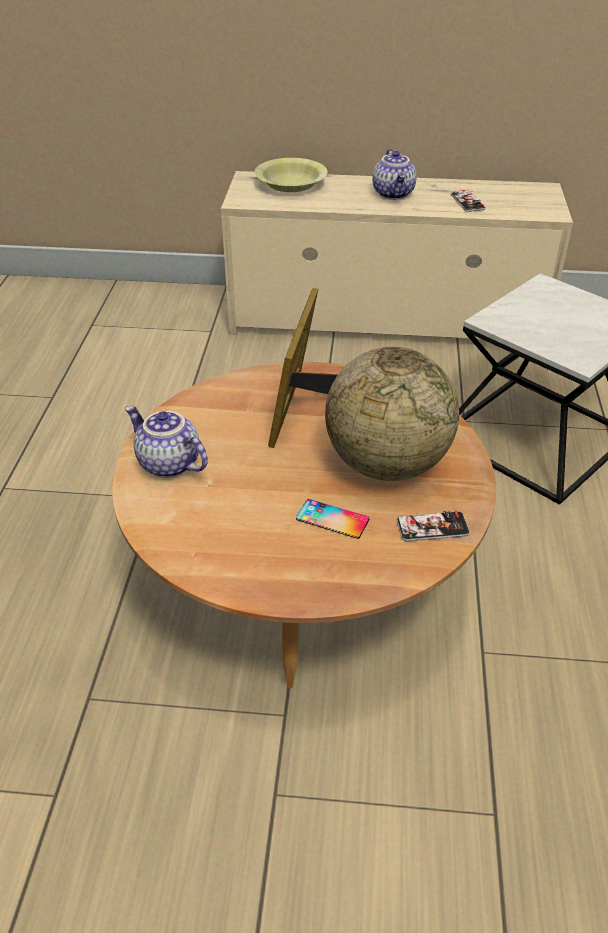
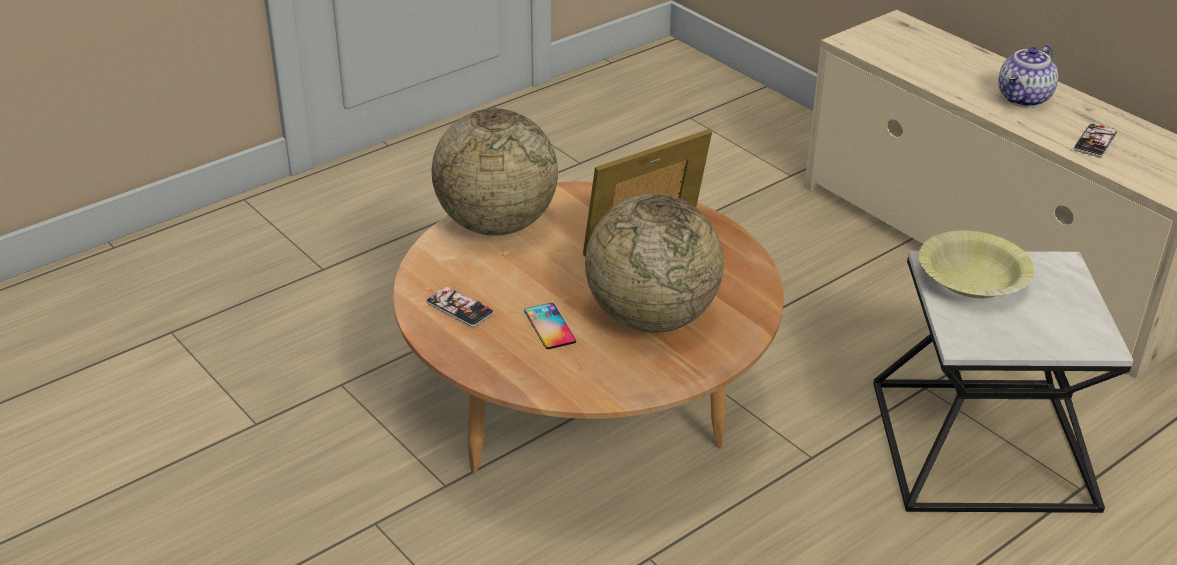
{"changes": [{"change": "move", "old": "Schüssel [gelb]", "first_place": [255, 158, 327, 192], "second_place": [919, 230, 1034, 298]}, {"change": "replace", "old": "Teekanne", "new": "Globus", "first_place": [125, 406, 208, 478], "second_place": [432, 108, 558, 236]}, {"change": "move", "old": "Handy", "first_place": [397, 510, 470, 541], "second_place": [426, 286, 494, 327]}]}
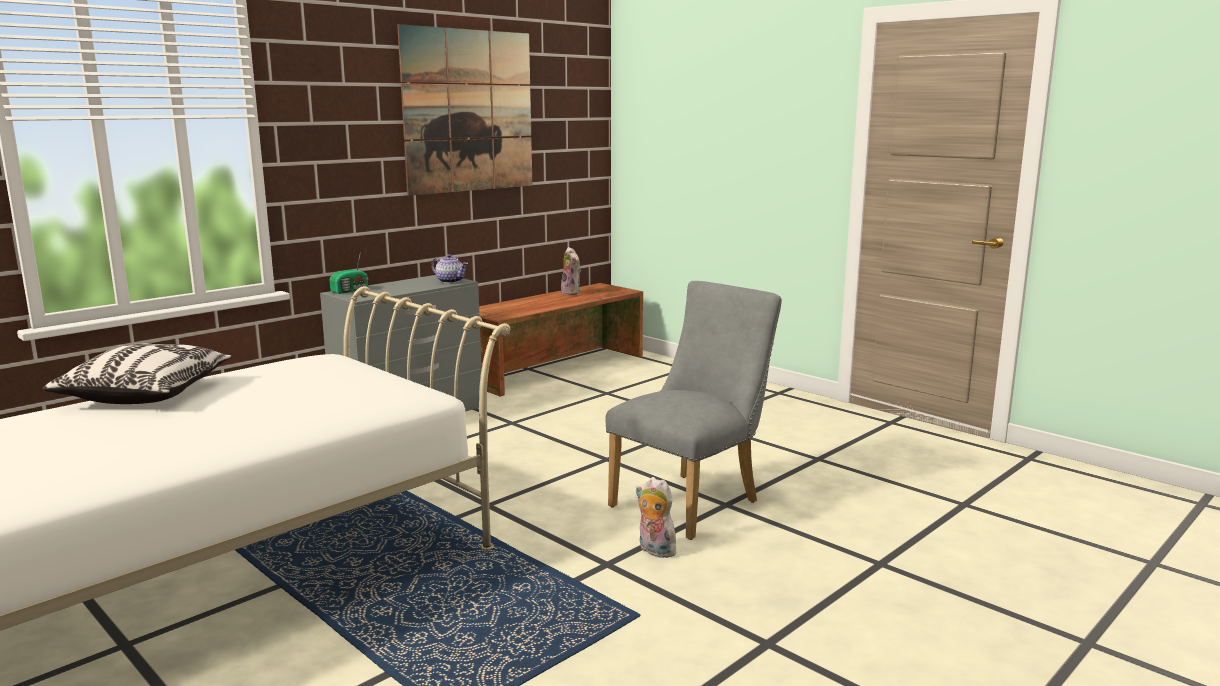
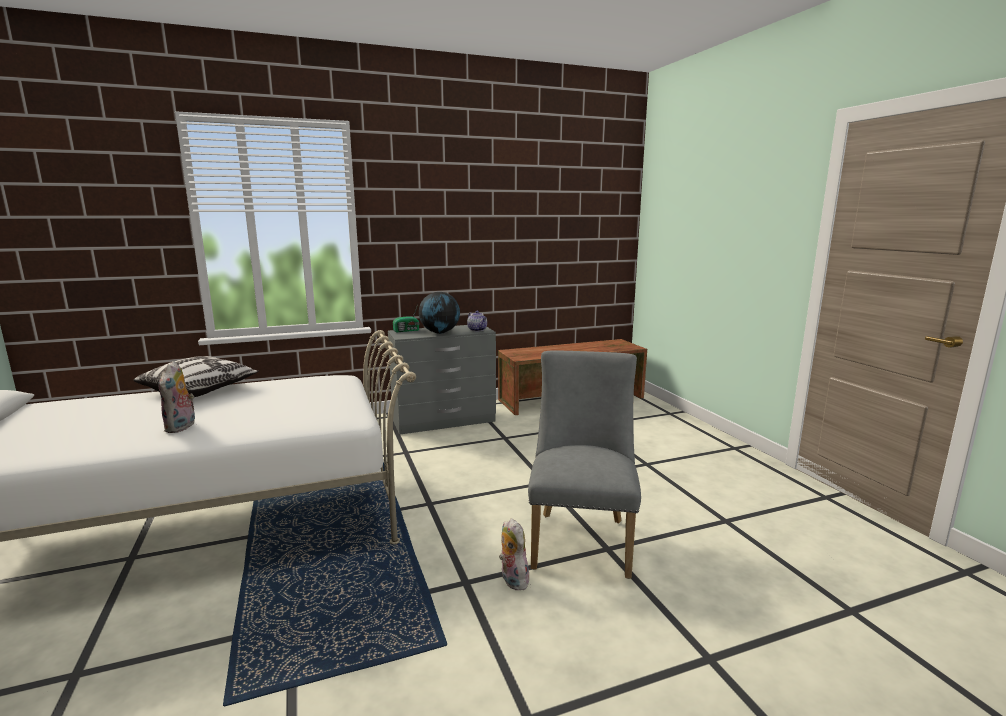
{"changes": [{"change": "delete", "old": "Bild", "first_place": [397, 24, 532, 196]}, {"change": "move", "old": "Plüschtier", "first_place": [560, 247, 581, 295], "second_place": [158, 361, 195, 433]}, {"change": "rotate", "old": "Stuhl [grau]", "first_place": [605, 281, 782, 540], "second_place": [528, 350, 641, 579], "degrees": -60}, {"change": "insert", "new": "Globus", "second_place": [419, 292, 460, 334]}]}
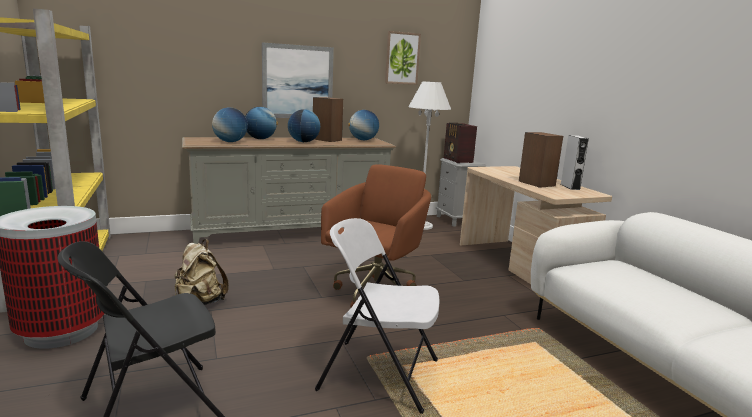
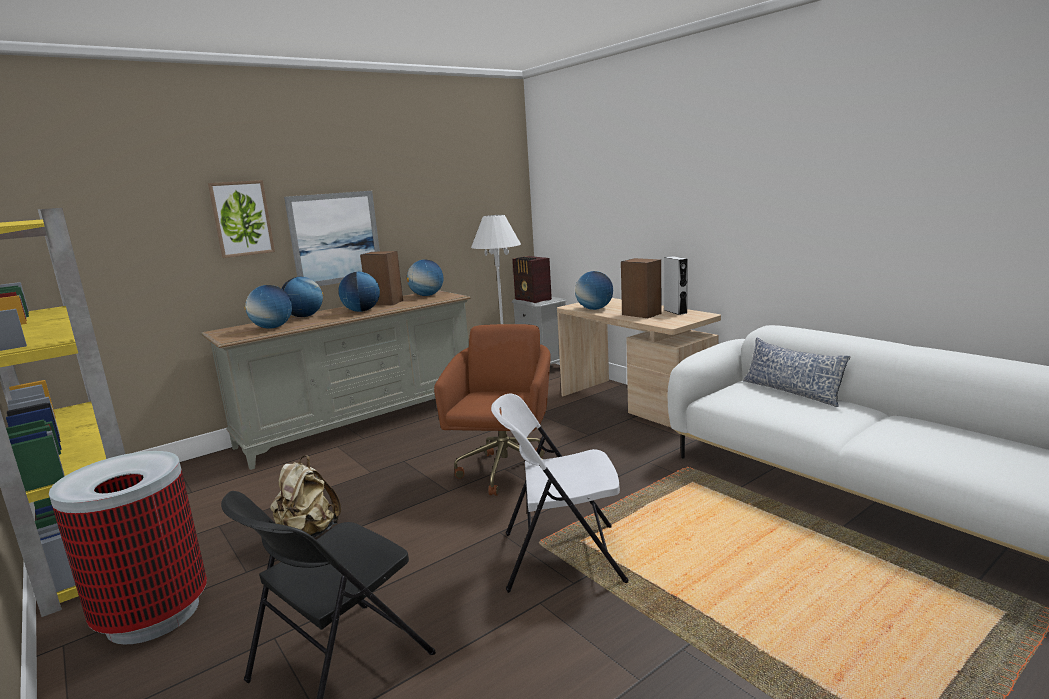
{"changes": [{"change": "move", "old": "Bild", "first_place": [385, 31, 421, 85], "second_place": [208, 180, 275, 258]}, {"change": "insert", "new": "Globus", "second_place": [575, 271, 613, 310]}, {"change": "insert", "new": "Kissen", "second_place": [743, 338, 851, 407]}]}
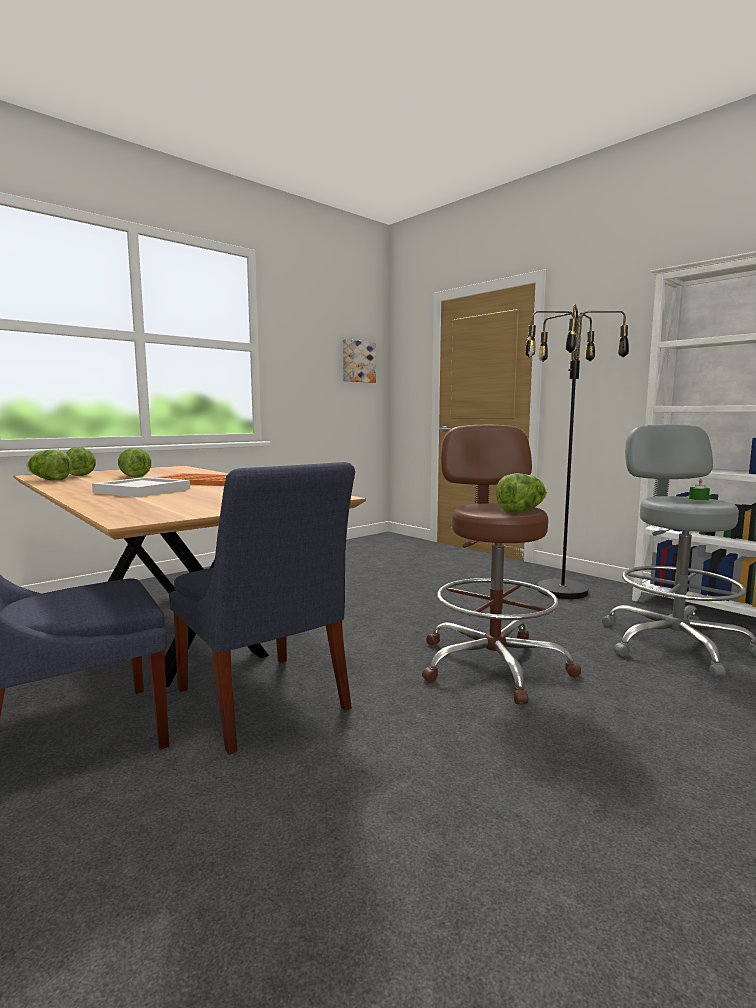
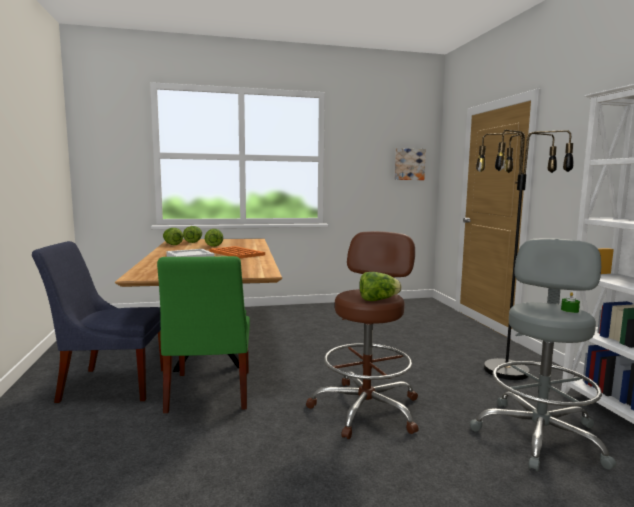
{"changes": [{"change": "recolor", "old": "Stuhl [blau]", "new": "Stuhl [grün]", "first_place": [169, 462, 355, 755], "second_place": [157, 256, 250, 413]}]}
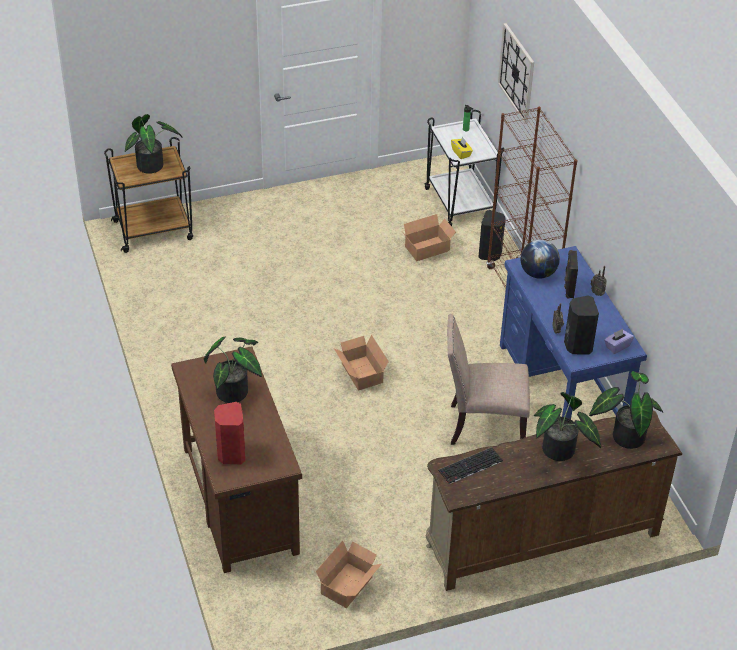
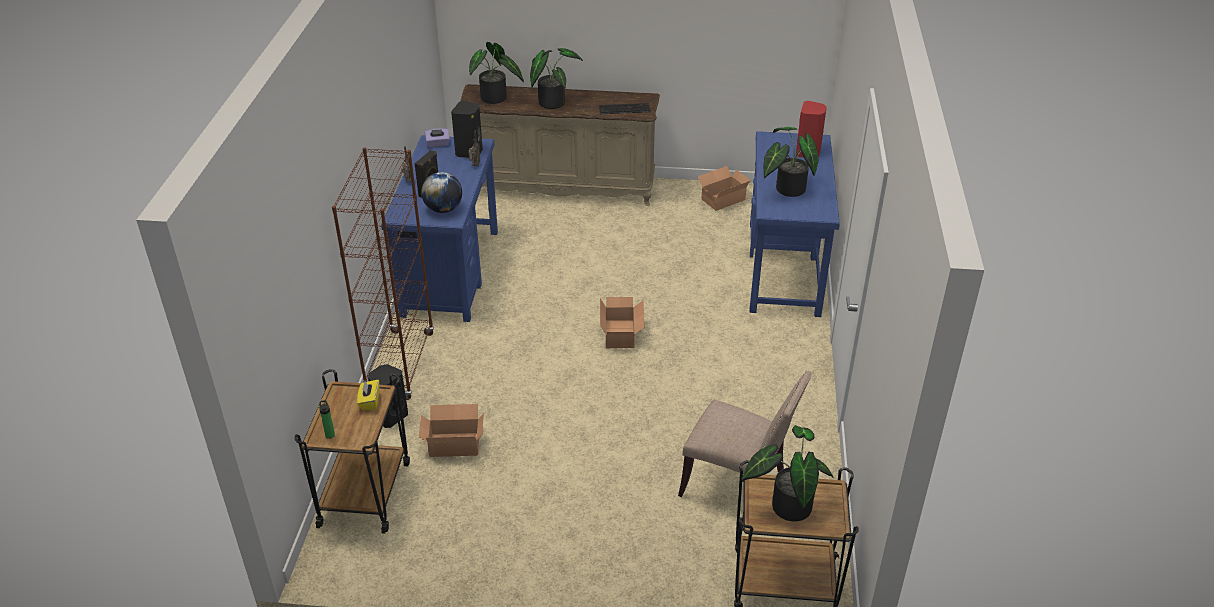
{"changes": [{"change": "delete", "old": "Wanduhr", "first_place": [498, 23, 534, 124]}, {"change": "recolor", "old": "Rollwagen [weiß]", "new": "Rollwagen [braun]", "first_place": [424, 110, 504, 226], "second_place": [294, 369, 410, 534]}, {"change": "move", "old": "Stuhl [beige]", "first_place": [447, 314, 530, 445], "second_place": [678, 371, 812, 497]}, {"change": "recolor", "old": "Schreibtisch [braun]", "new": "Schreibtisch [blau]", "first_place": [171, 346, 302, 573], "second_place": [750, 131, 840, 317]}]}
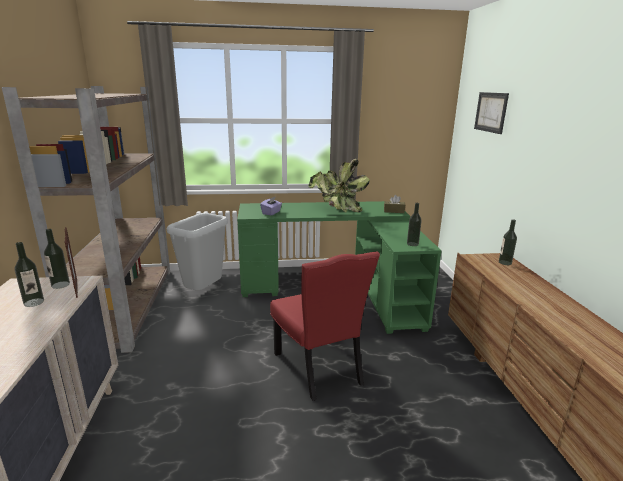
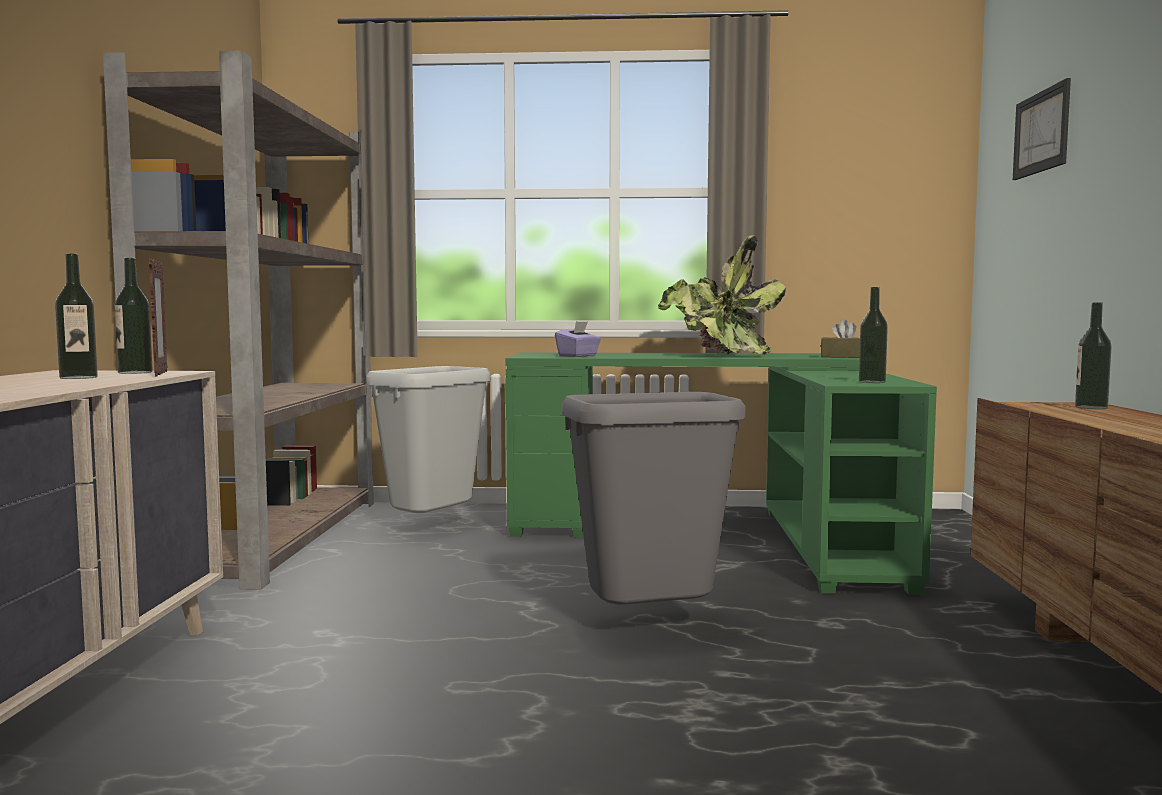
{"changes": [{"change": "replace", "old": "Stuhl [rot]", "new": "Mülleimer [grau]", "first_place": [270, 252, 380, 401], "second_place": [562, 392, 746, 605]}]}
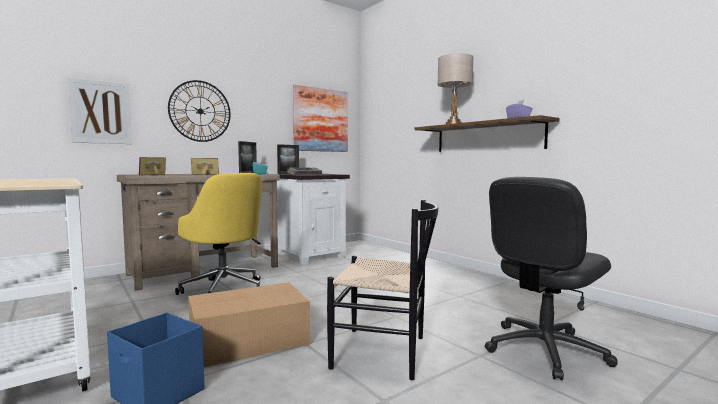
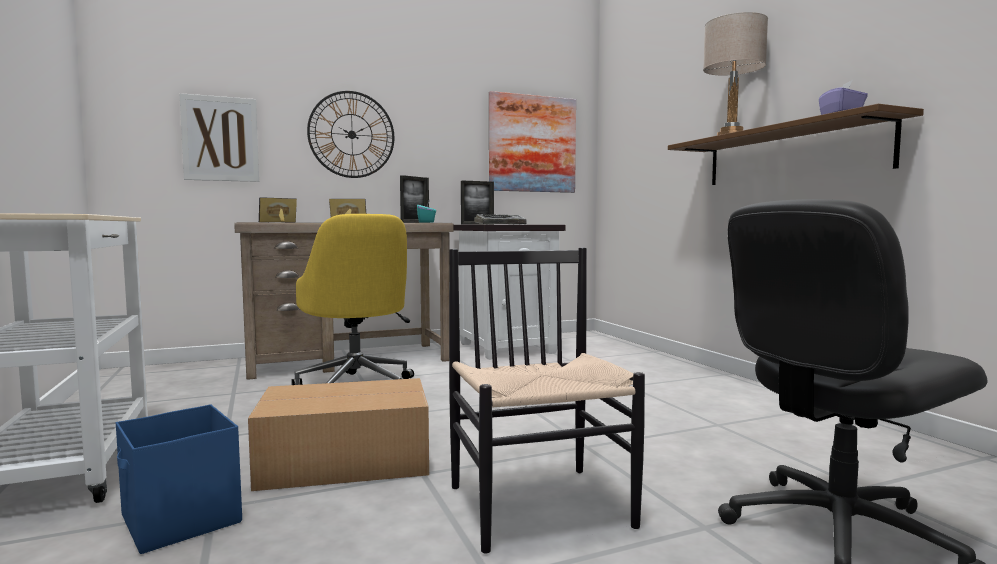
{"changes": [{"change": "rotate", "old": "Stuhl [schwarz]", "first_place": [327, 200, 439, 380], "second_place": [449, 247, 645, 554], "degrees": -135}]}
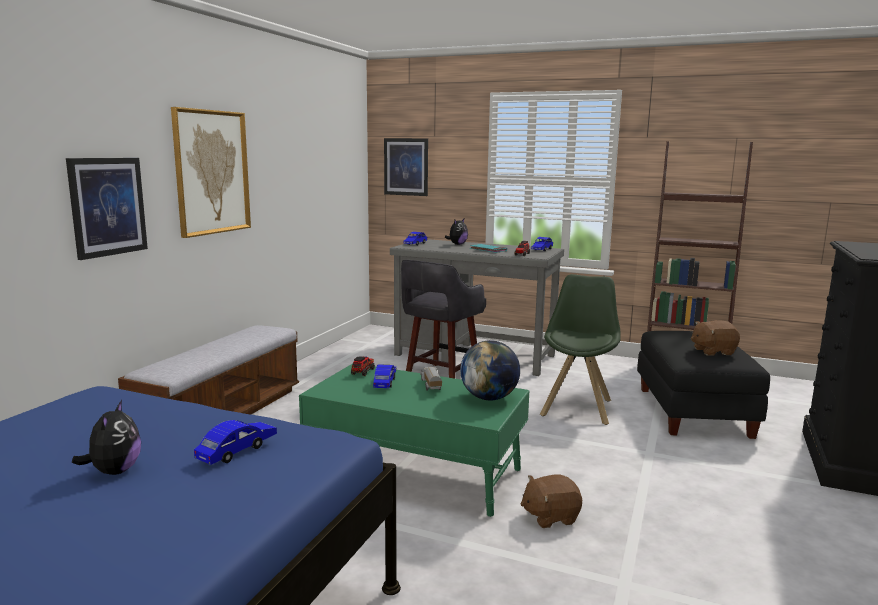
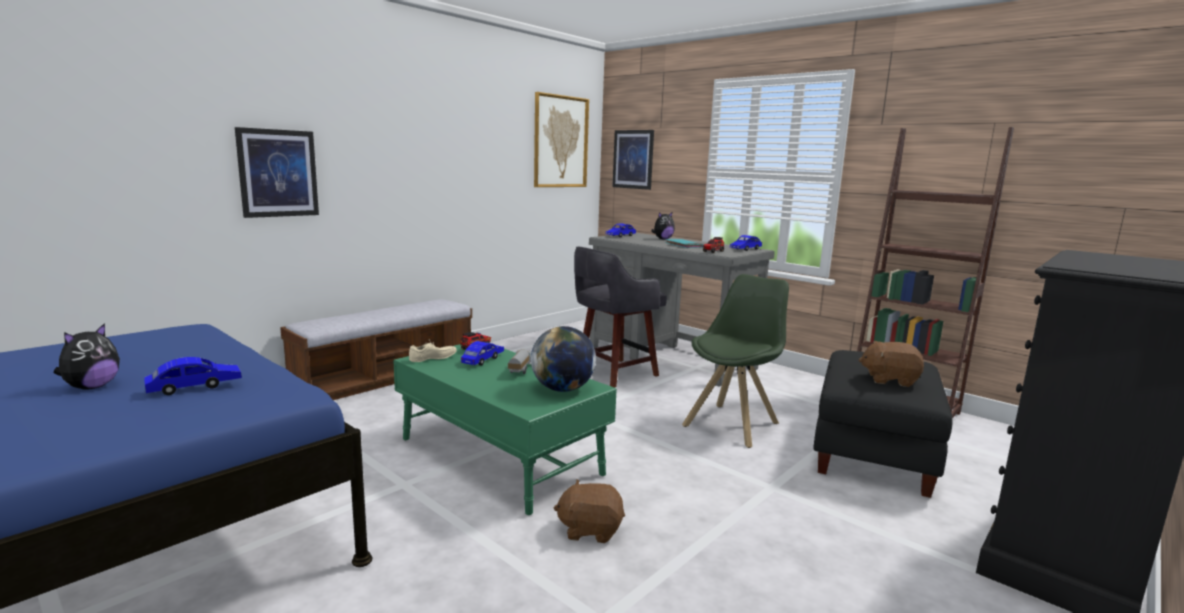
{"changes": [{"change": "move", "old": "Bild", "first_place": [171, 107, 251, 238], "second_place": [534, 92, 589, 187]}, {"change": "insert", "new": "Schuh [beige]", "second_place": [409, 340, 457, 362]}]}
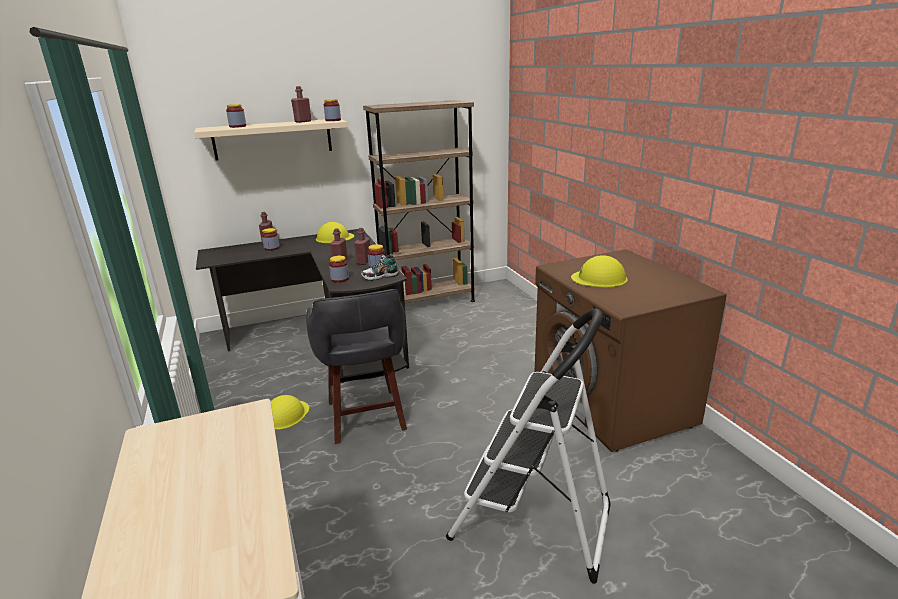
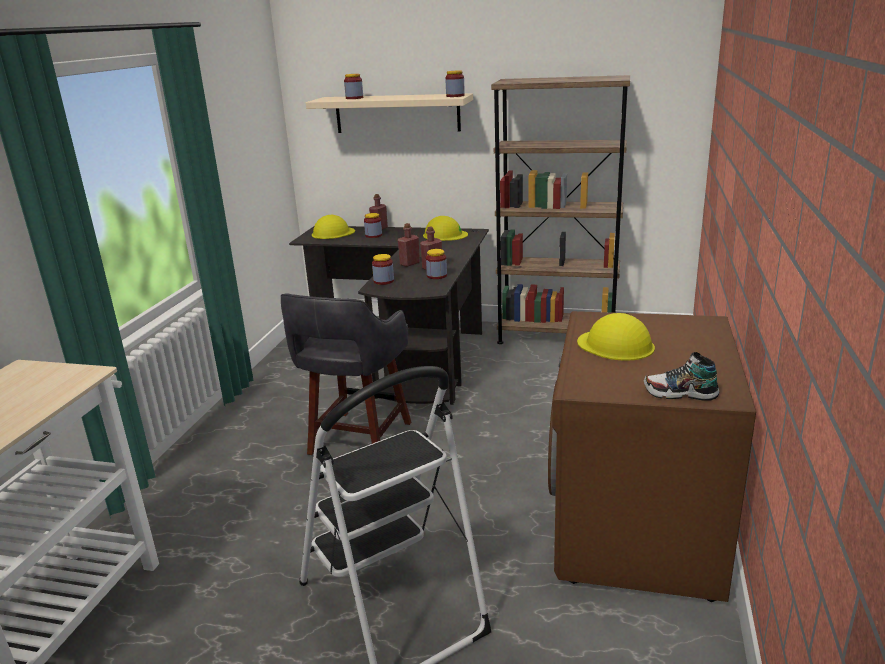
{"changes": [{"change": "delete", "old": "Flasche [rot]", "first_place": [291, 86, 311, 123]}, {"change": "move", "old": "Schuh", "first_place": [361, 253, 399, 281], "second_place": [644, 352, 719, 400]}, {"change": "move", "old": "Schutzhelm [gelb]", "first_place": [271, 395, 309, 430], "second_place": [312, 215, 355, 239]}]}
